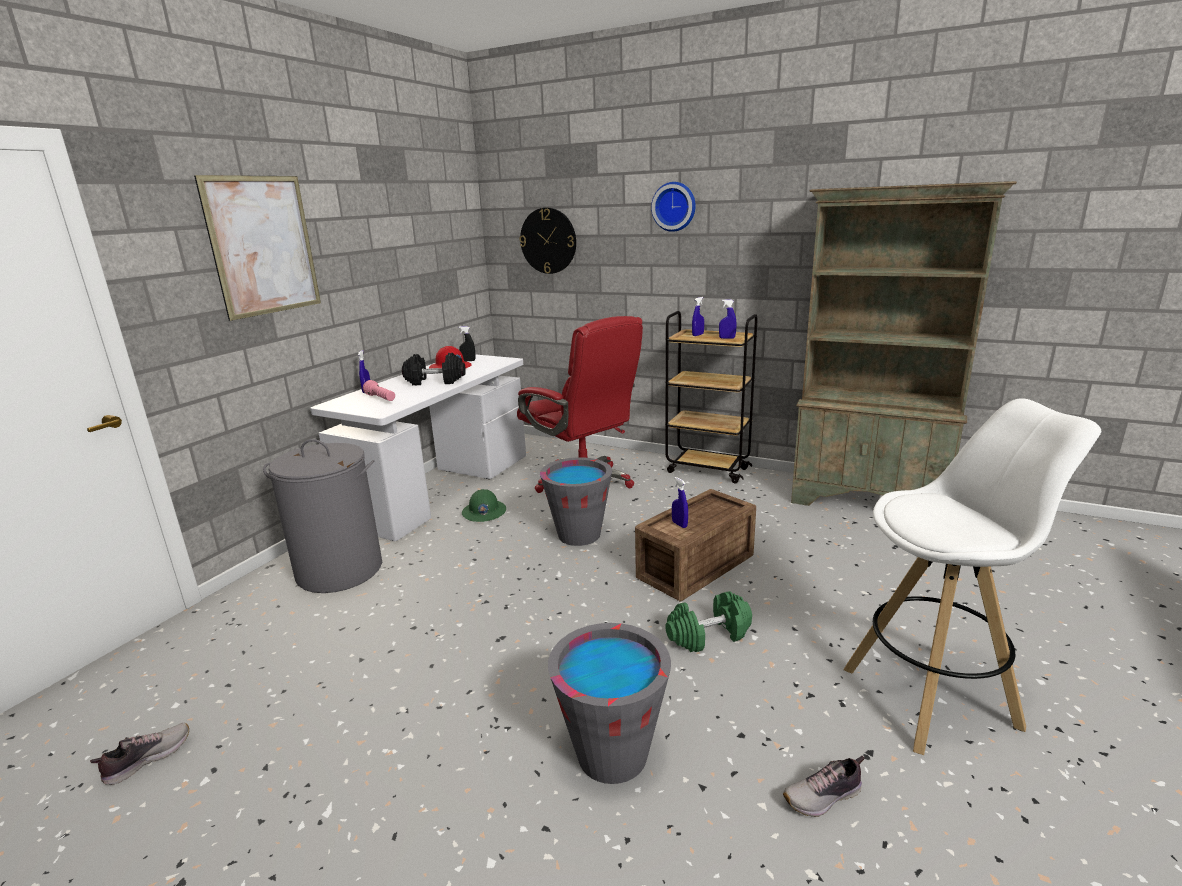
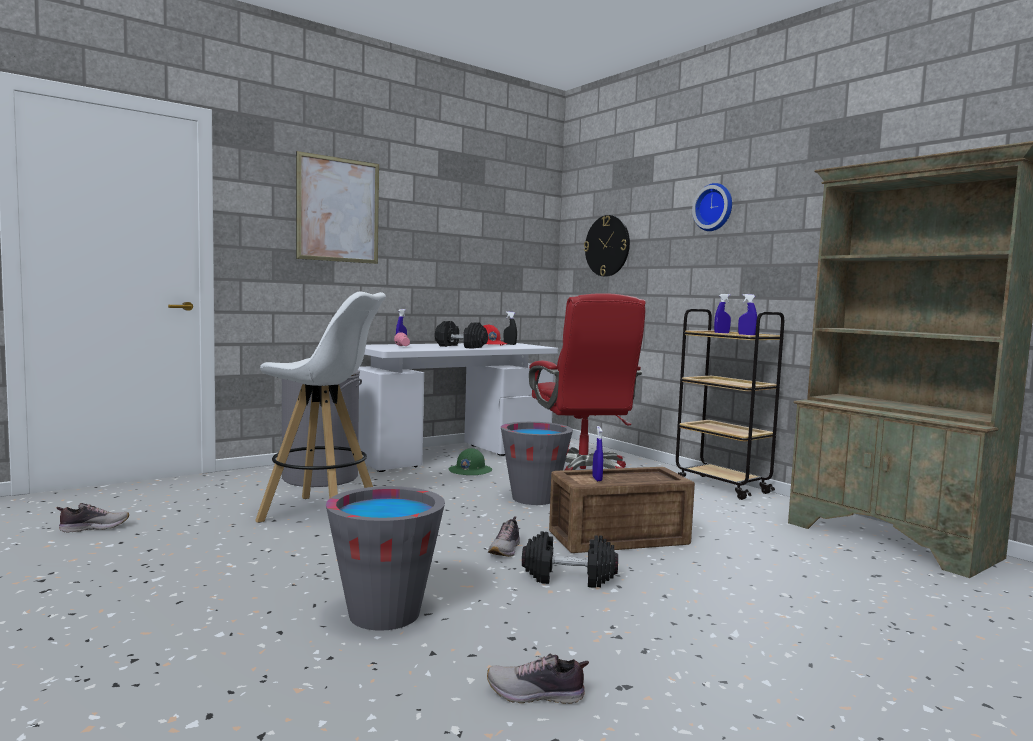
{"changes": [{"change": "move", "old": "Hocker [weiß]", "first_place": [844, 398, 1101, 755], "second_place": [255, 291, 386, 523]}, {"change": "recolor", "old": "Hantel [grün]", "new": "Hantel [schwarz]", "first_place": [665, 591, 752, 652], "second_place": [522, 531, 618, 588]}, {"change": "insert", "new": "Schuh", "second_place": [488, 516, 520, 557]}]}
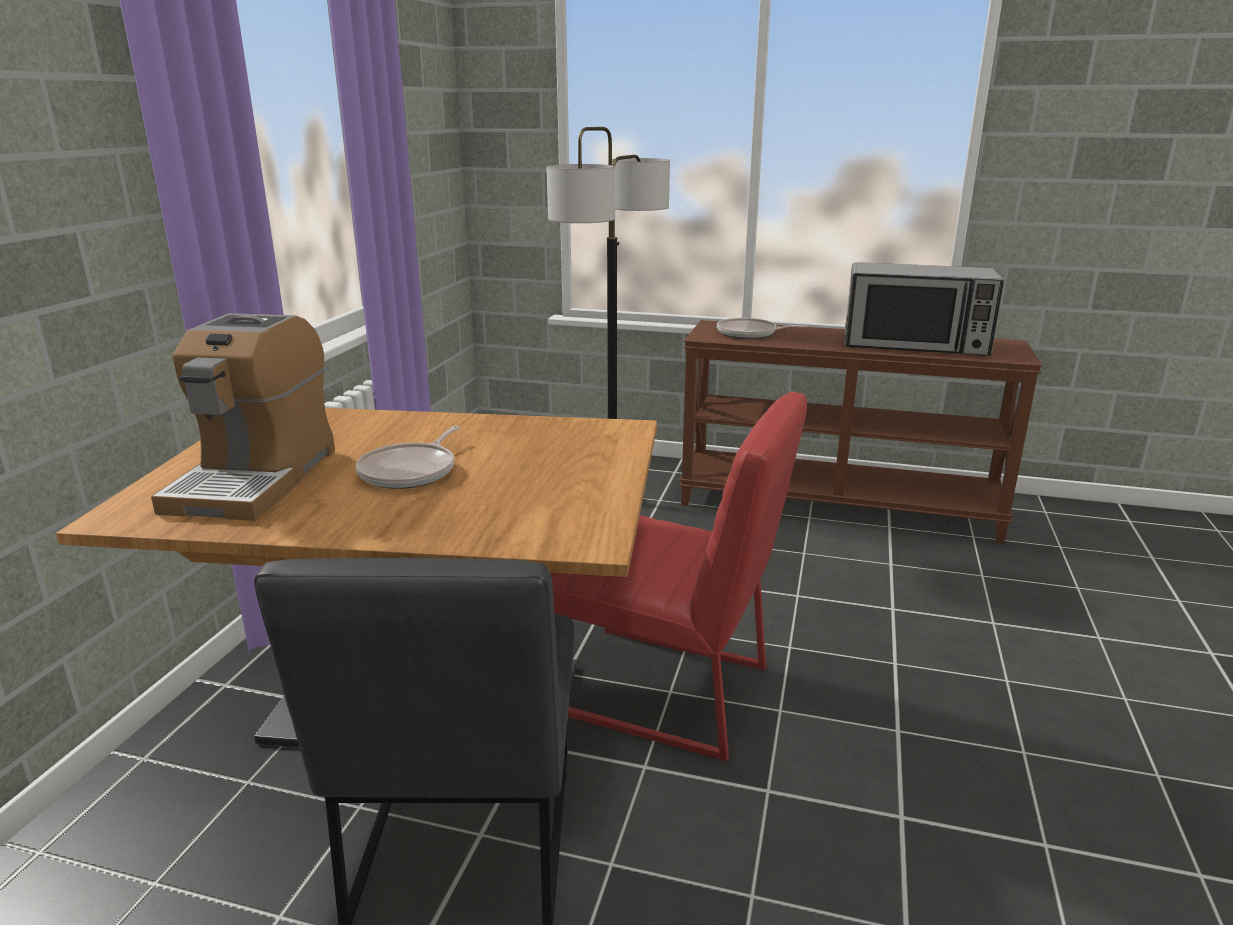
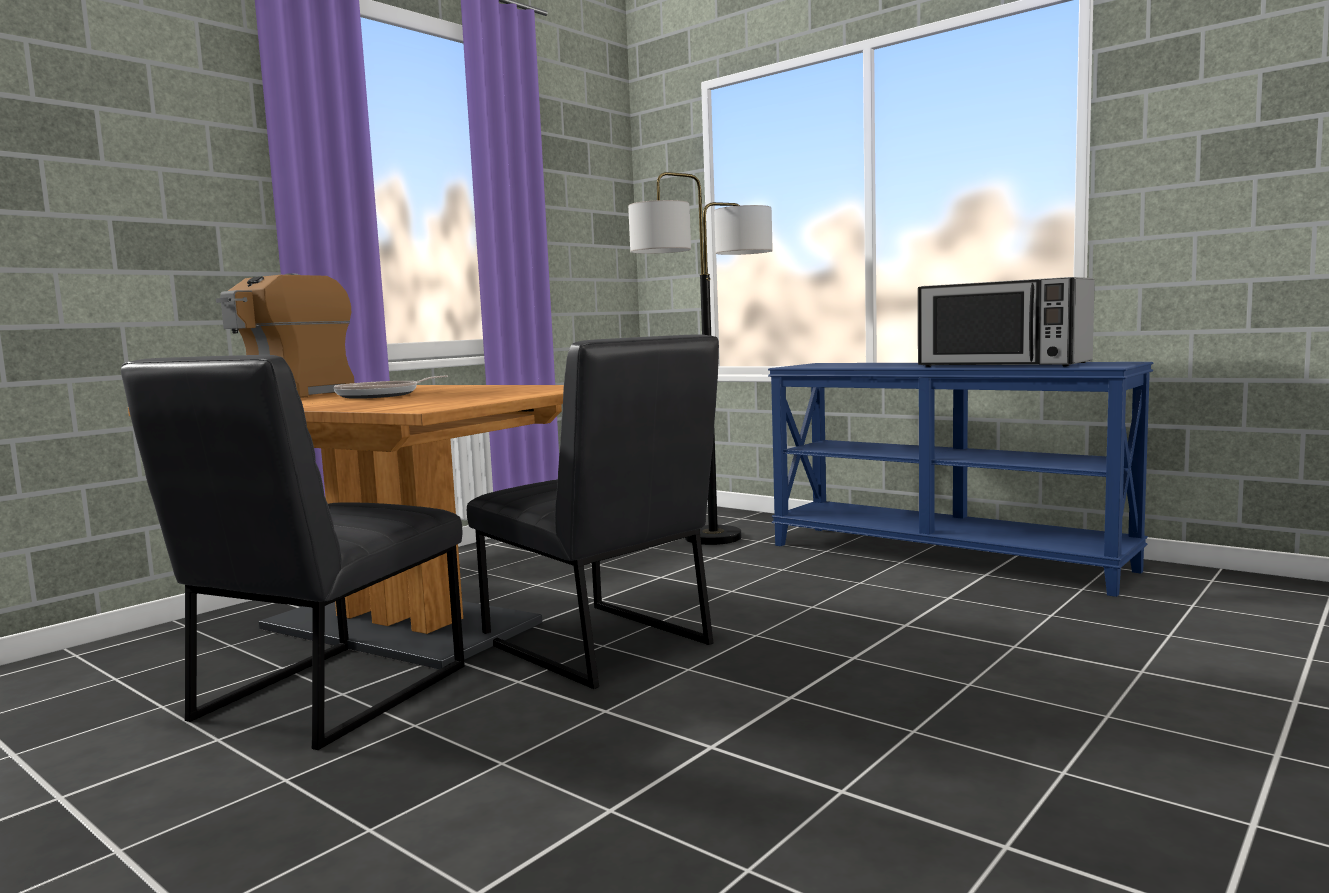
{"changes": [{"change": "delete", "old": "Pfanne", "first_place": [717, 318, 808, 339]}, {"change": "recolor", "old": "Konsolentisch [braun]", "new": "Konsolentisch [blau]", "first_place": [679, 320, 1043, 543], "second_place": [768, 362, 1153, 597]}, {"change": "recolor", "old": "Stuhl [rot]", "new": "Stuhl [grau]", "first_place": [550, 392, 807, 761], "second_place": [467, 334, 719, 689]}]}
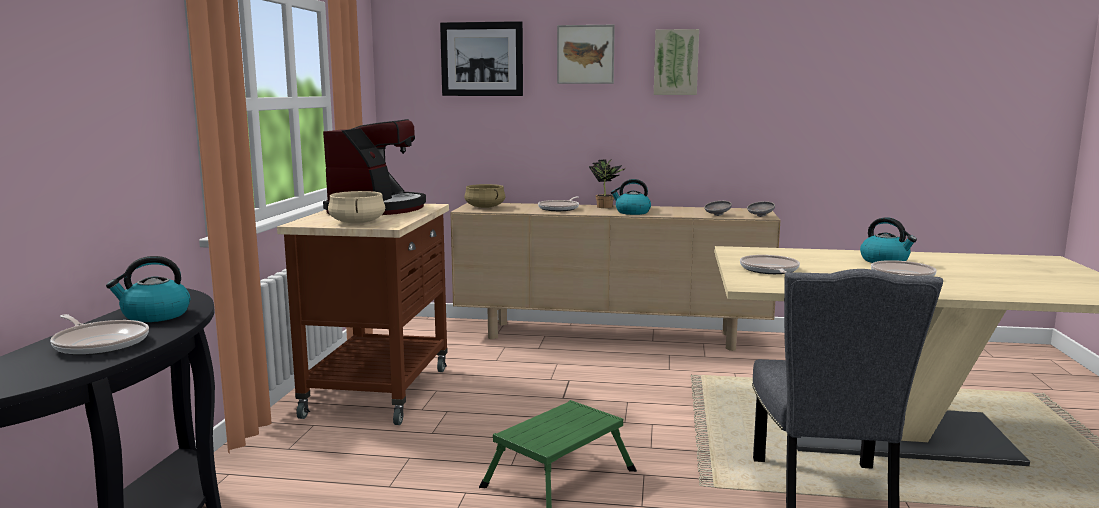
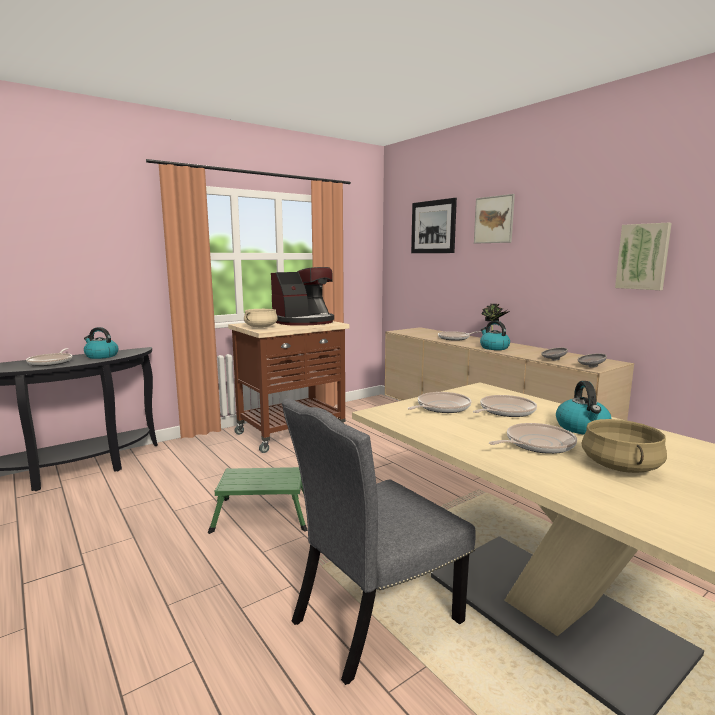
{"changes": [{"change": "move", "old": "Bild", "first_place": [654, 29, 699, 95], "second_place": [615, 223, 672, 290]}, {"change": "move", "old": "Kochtopf [beige]", "first_place": [464, 184, 506, 208], "second_place": [581, 419, 667, 473]}, {"change": "insert", "new": "Pfanne", "second_place": [473, 395, 537, 417]}]}
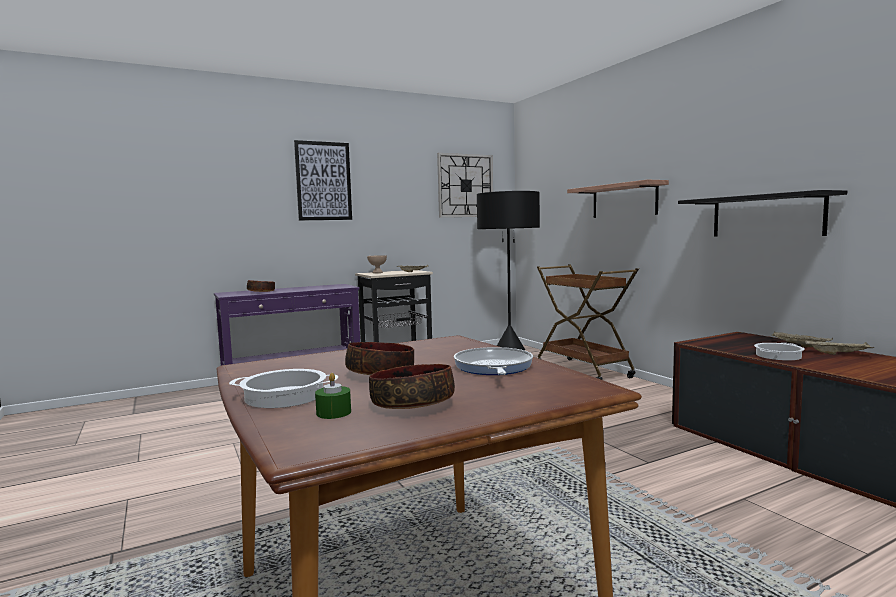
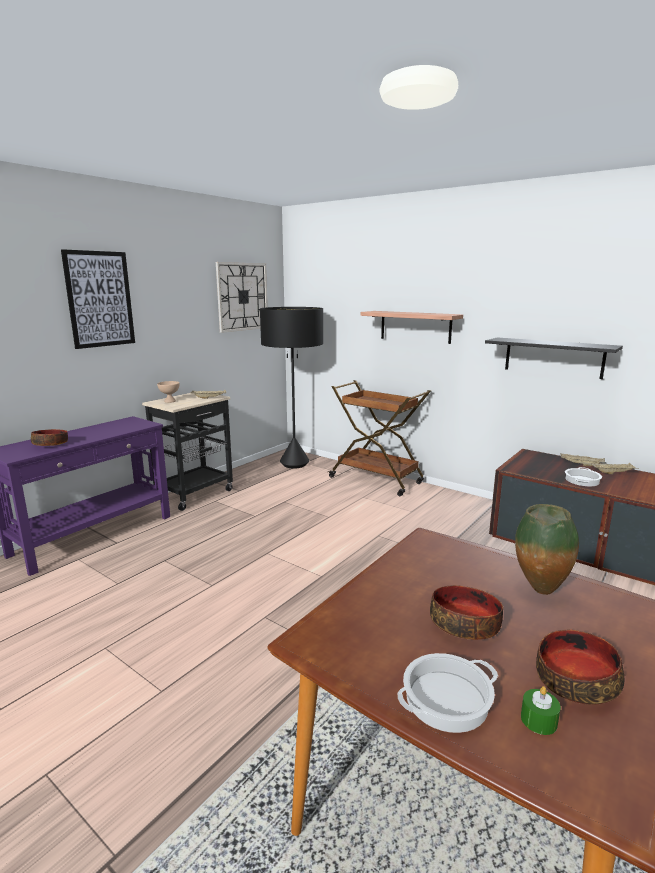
{"changes": [{"change": "replace", "old": "Pfanne", "new": "Vase", "first_place": [454, 347, 533, 375], "second_place": [515, 504, 579, 595]}]}
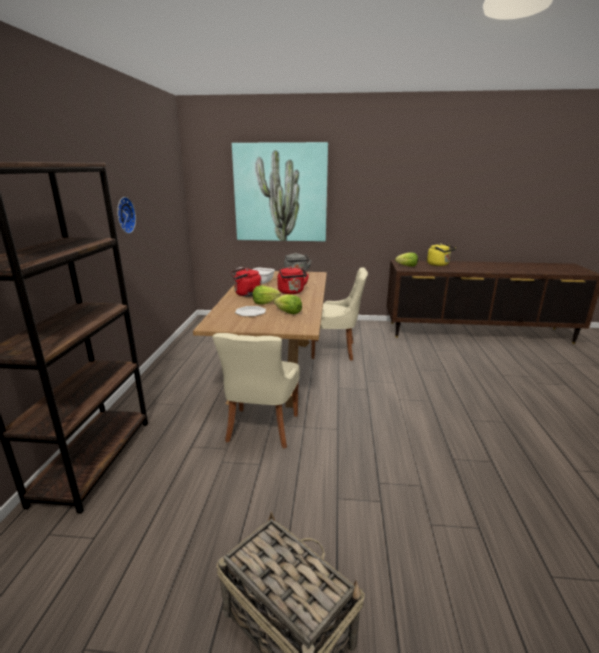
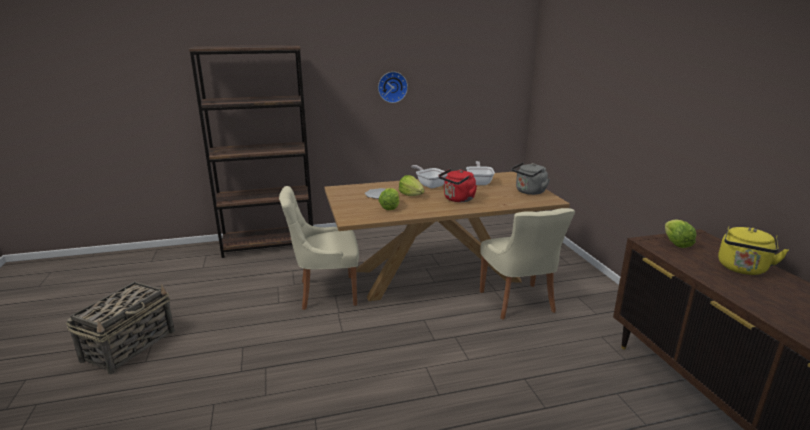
{"changes": [{"change": "delete", "old": "Bild", "first_place": [232, 142, 328, 242]}, {"change": "replace", "old": "Wasserkessel [rot]", "new": "Pfanne", "first_place": [231, 267, 262, 297], "second_place": [411, 165, 448, 188]}]}
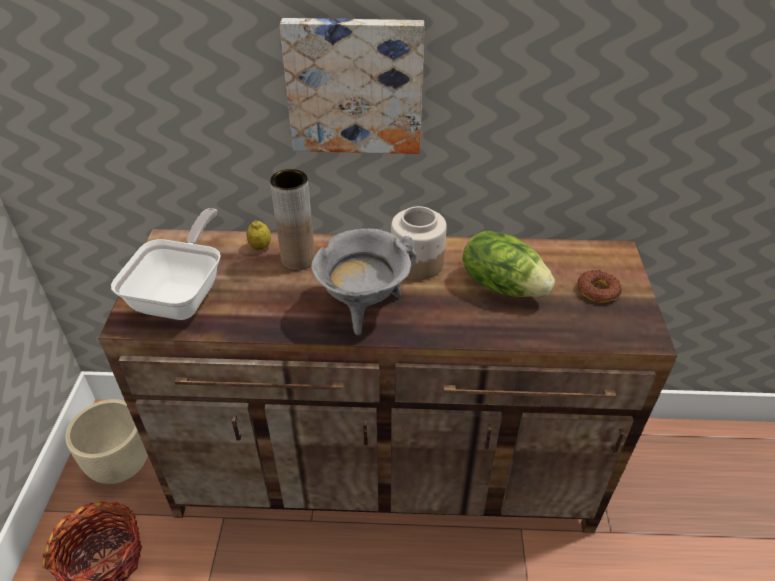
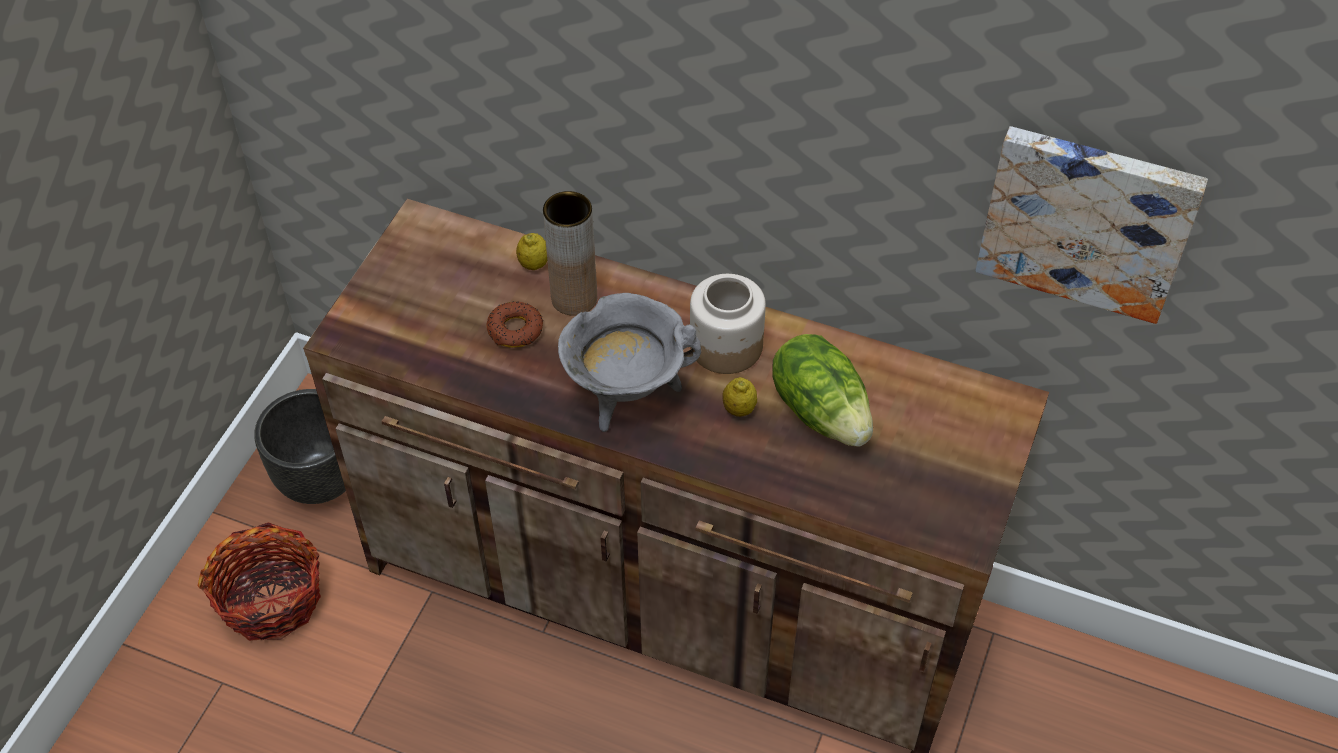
{"changes": [{"change": "move", "old": "Bild", "first_place": [280, 18, 424, 154], "second_place": [976, 126, 1208, 324]}, {"change": "delete", "old": "Pfanne", "first_place": [111, 208, 221, 320]}, {"change": "move", "old": "Donut", "first_place": [578, 270, 622, 302], "second_place": [486, 301, 543, 348]}, {"change": "recolor", "old": "Pflanzkübel [beige]", "new": "Pflanzkübel [schwarz]", "first_place": [66, 399, 148, 484], "second_place": [254, 389, 346, 504]}, {"change": "insert", "new": "Zitrone", "second_place": [723, 377, 757, 417]}]}
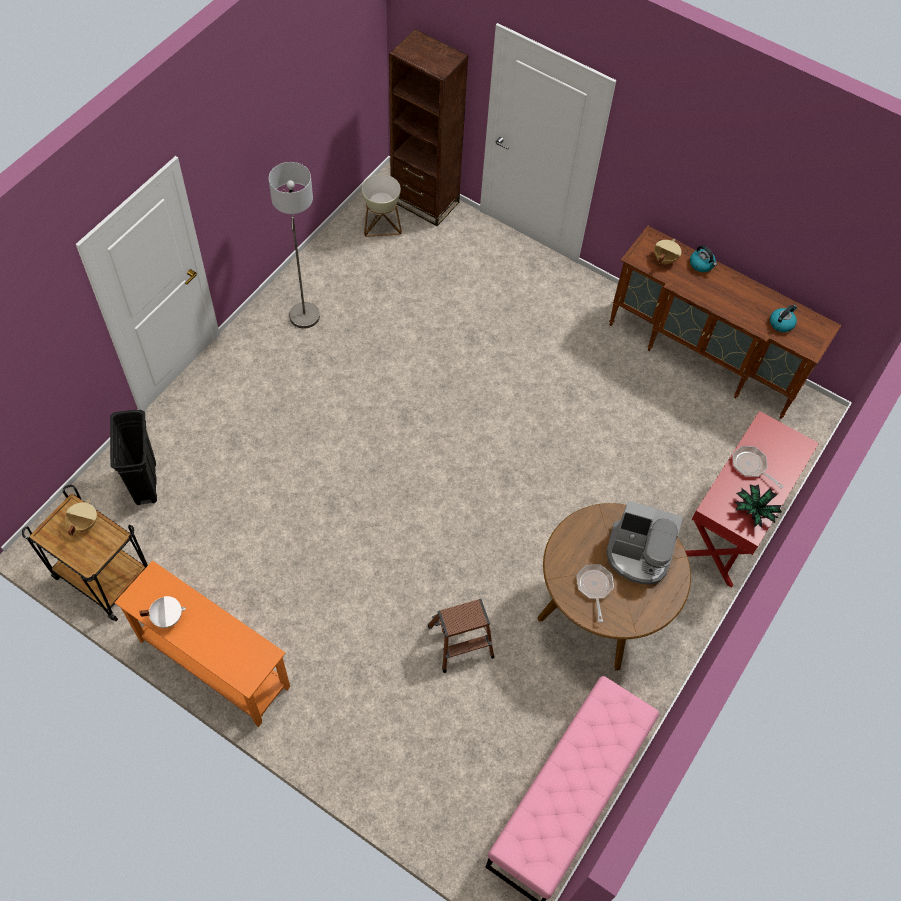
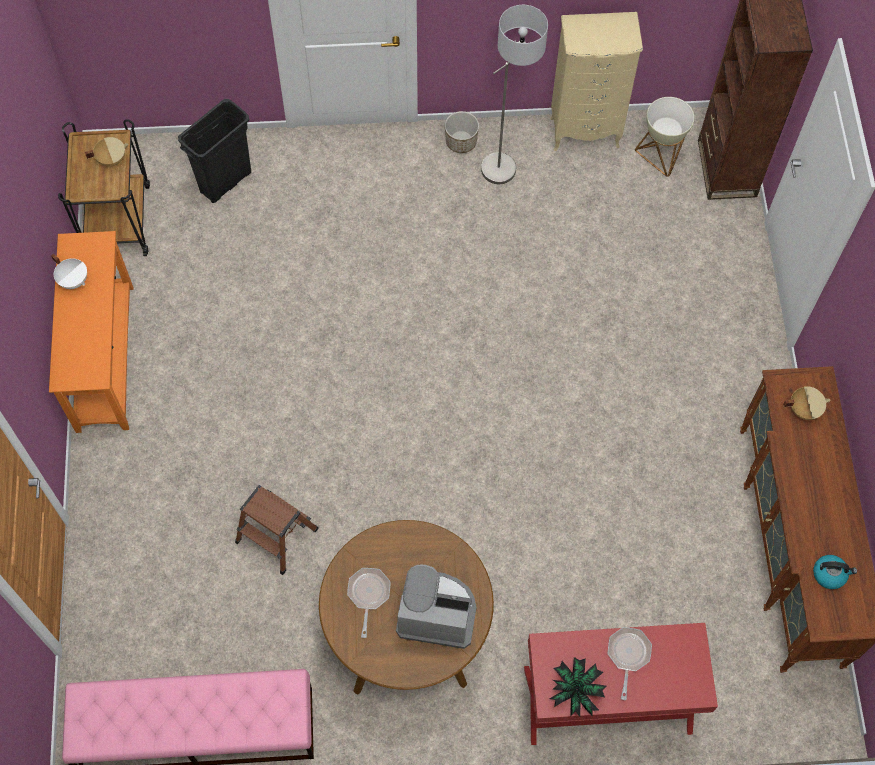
{"changes": [{"change": "delete", "old": "Wasserkessel", "first_place": [690, 245, 717, 272]}, {"change": "rotate", "old": "Kaffeemaschine", "first_place": [607, 501, 683, 585], "second_place": [396, 565, 476, 649], "degrees": 120}, {"change": "rotate", "old": "Pfanne", "first_place": [577, 565, 614, 622], "second_place": [347, 568, 391, 638], "degrees": -45}, {"change": "insert", "new": "Kommode [beige]", "second_place": [550, 12, 643, 151]}, {"change": "insert", "new": "Pflanzkübel", "second_place": [445, 111, 479, 153]}]}
